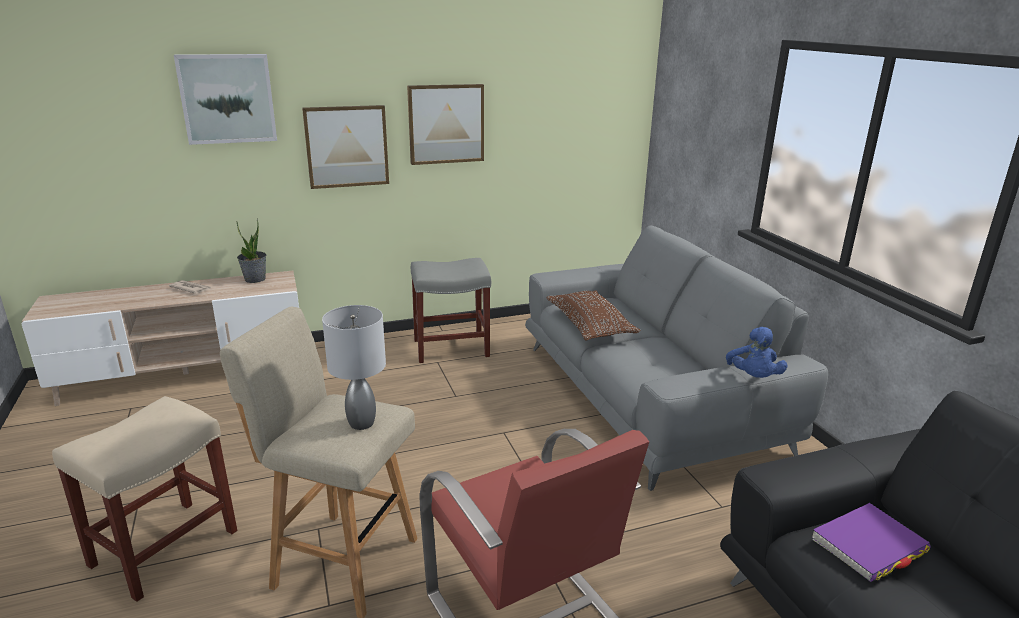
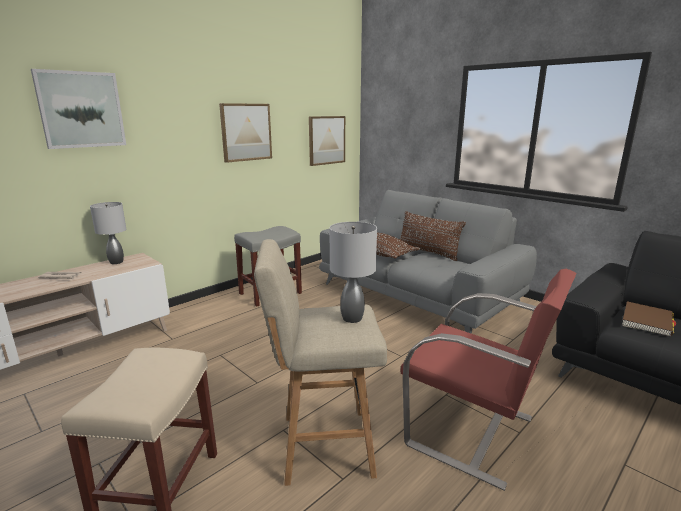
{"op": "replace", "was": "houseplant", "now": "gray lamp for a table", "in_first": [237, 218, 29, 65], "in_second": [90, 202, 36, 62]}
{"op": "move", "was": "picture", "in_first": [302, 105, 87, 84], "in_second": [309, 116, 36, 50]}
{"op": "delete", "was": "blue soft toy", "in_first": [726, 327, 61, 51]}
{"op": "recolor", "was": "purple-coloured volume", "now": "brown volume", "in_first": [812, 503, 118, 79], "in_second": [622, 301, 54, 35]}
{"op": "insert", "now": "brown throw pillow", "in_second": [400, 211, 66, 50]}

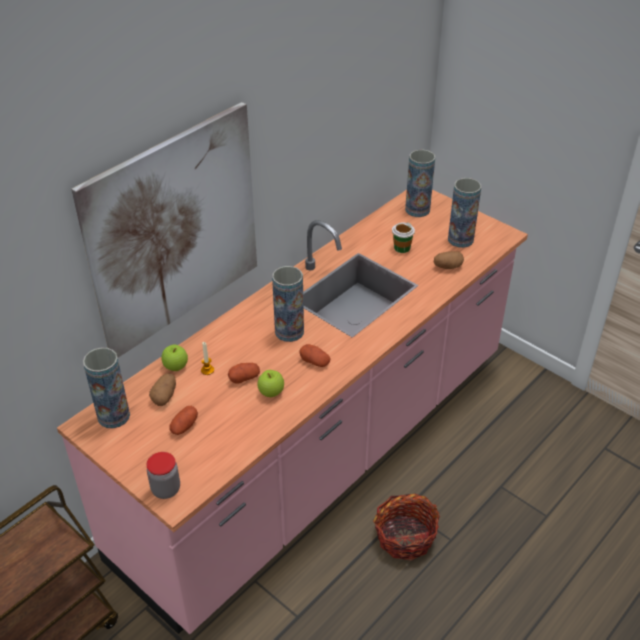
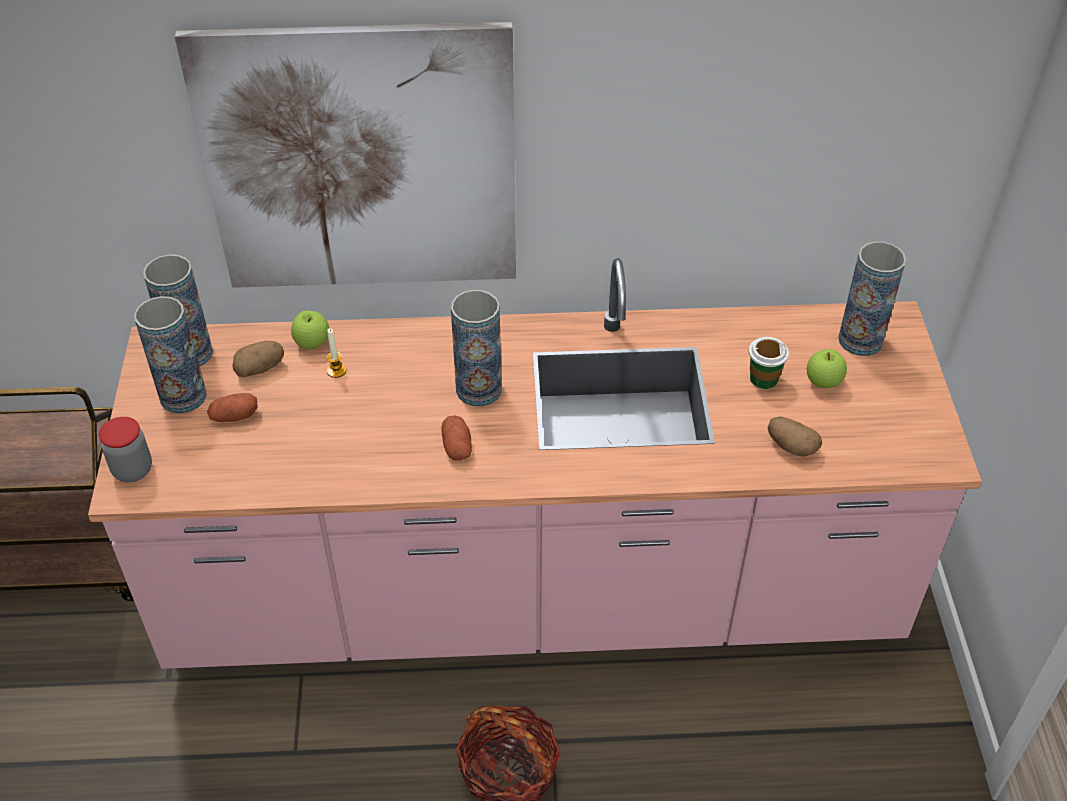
{"op": "delete", "was": "spud", "in_first": [228, 363, 32, 21]}
{"op": "move", "was": "whole apple", "in_first": [257, 370, 27, 27], "in_second": [807, 349, 40, 39]}
{"op": "move", "was": "flower vase", "in_first": [448, 178, 33, 70], "in_second": [134, 296, 73, 118]}

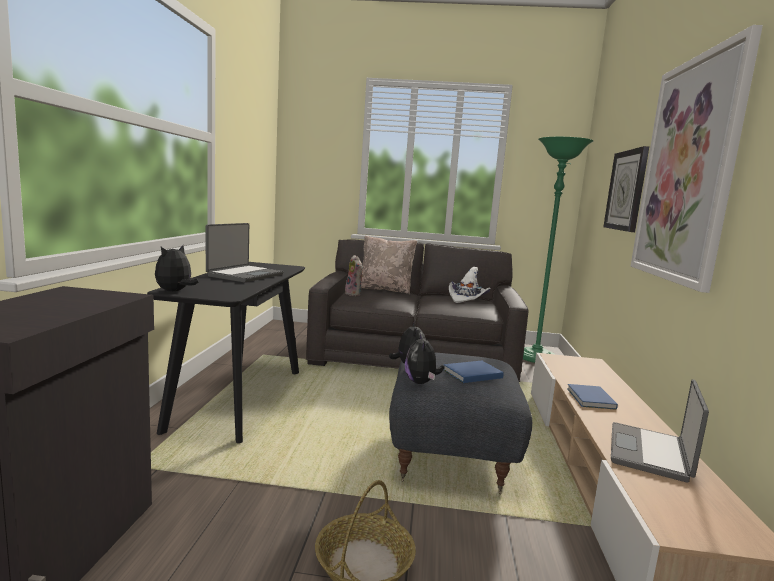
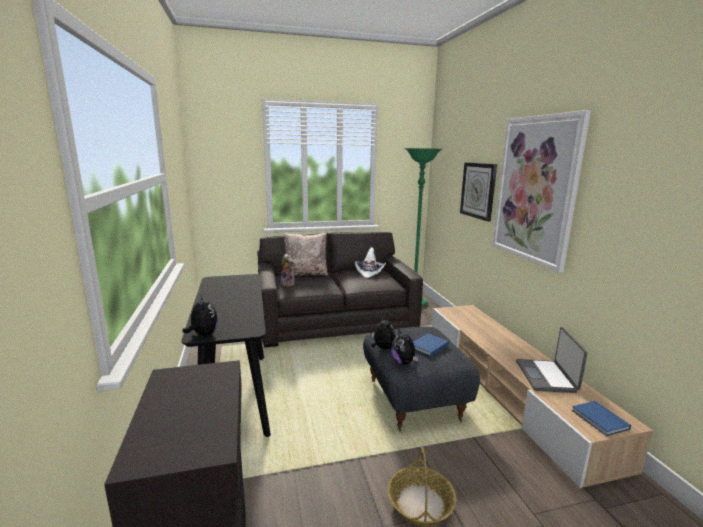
{"op": "rotate", "was": "soft toy", "in_first": [155, 245, 44, 46], "in_second": [182, 294, 36, 42], "clockwise": 150}
{"op": "delete", "was": "notebook computer", "in_first": [206, 223, 78, 59]}
{"op": "move", "was": "blue volume", "in_first": [567, 384, 51, 26], "in_second": [571, 401, 60, 35]}

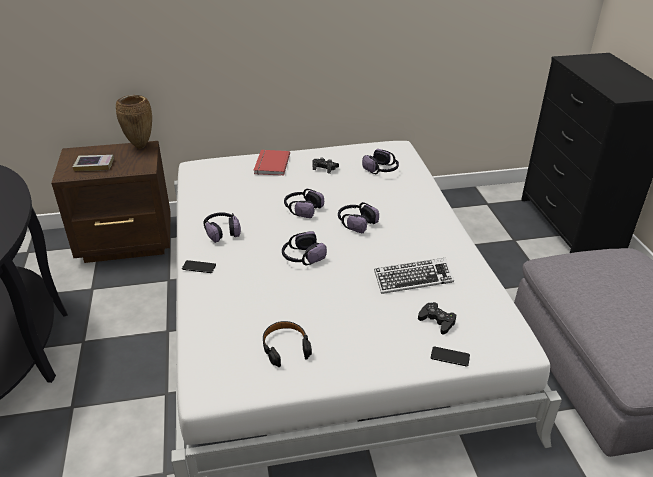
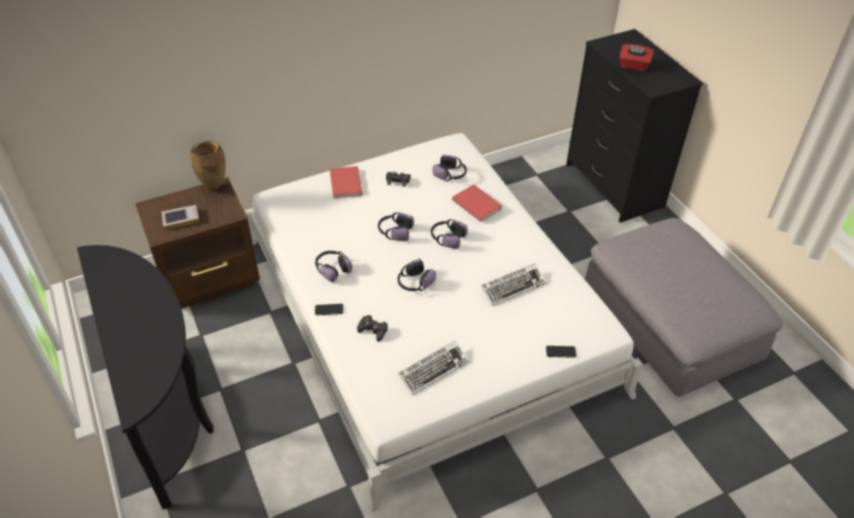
{"op": "replace", "was": "black-coloured pair of headphones", "now": "PC keyboard", "in_first": [263, 321, 49, 46], "in_second": [398, 340, 71, 55]}
{"op": "move", "was": "black-coloured game controller", "in_first": [418, 302, 39, 33], "in_second": [357, 315, 31, 27]}
{"op": "insert", "now": "red-coloured volume", "in_second": [452, 185, 51, 37]}
{"op": "insert", "now": "red-coloured box of tissues", "in_second": [619, 44, 35, 27]}

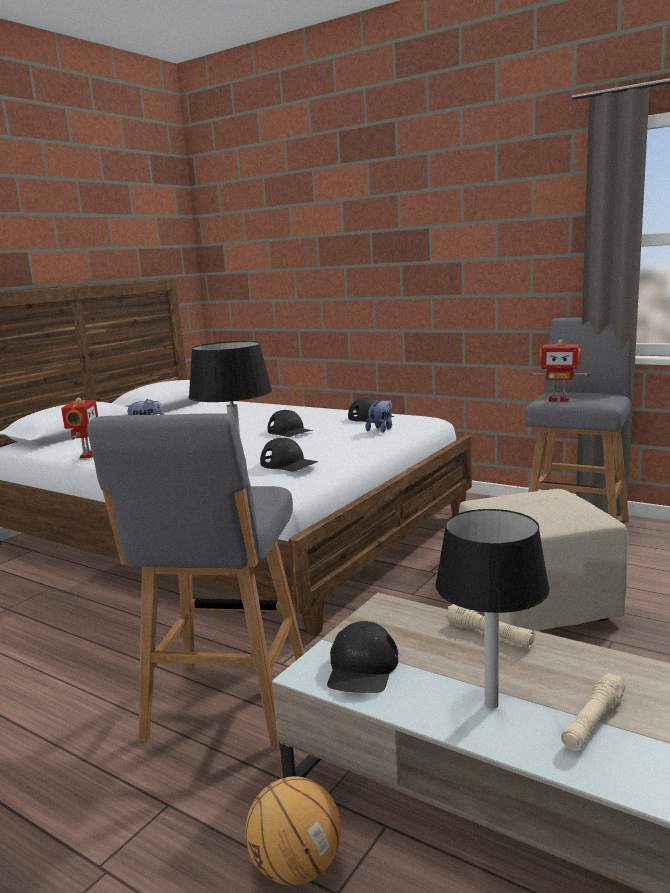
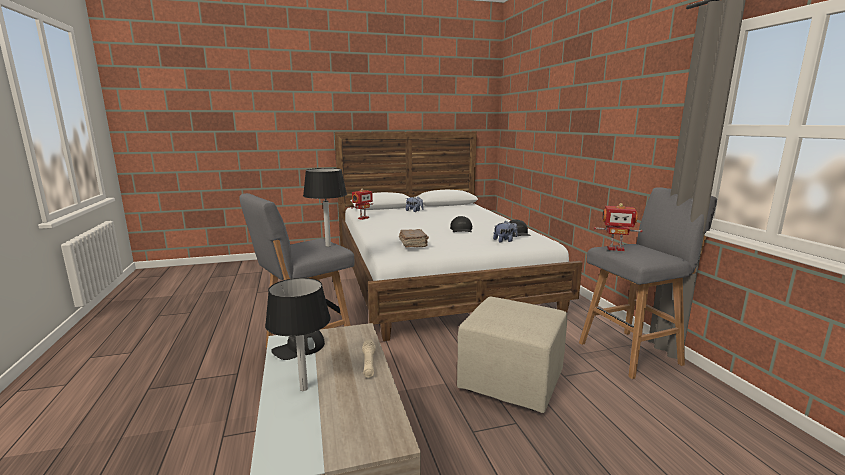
{"op": "delete", "was": "basketball ball", "in_first": [245, 776, 96, 110]}
{"op": "replace", "was": "black-coloured peaked cap", "now": "brown volume", "in_first": [260, 438, 58, 33], "in_second": [399, 229, 30, 19]}
{"op": "rotate", "was": "robot figure", "in_first": [530, 340, 60, 61], "in_second": [594, 203, 49, 48], "clockwise": -45}
{"op": "delete", "was": "beige hand torch", "in_first": [561, 673, 65, 78]}

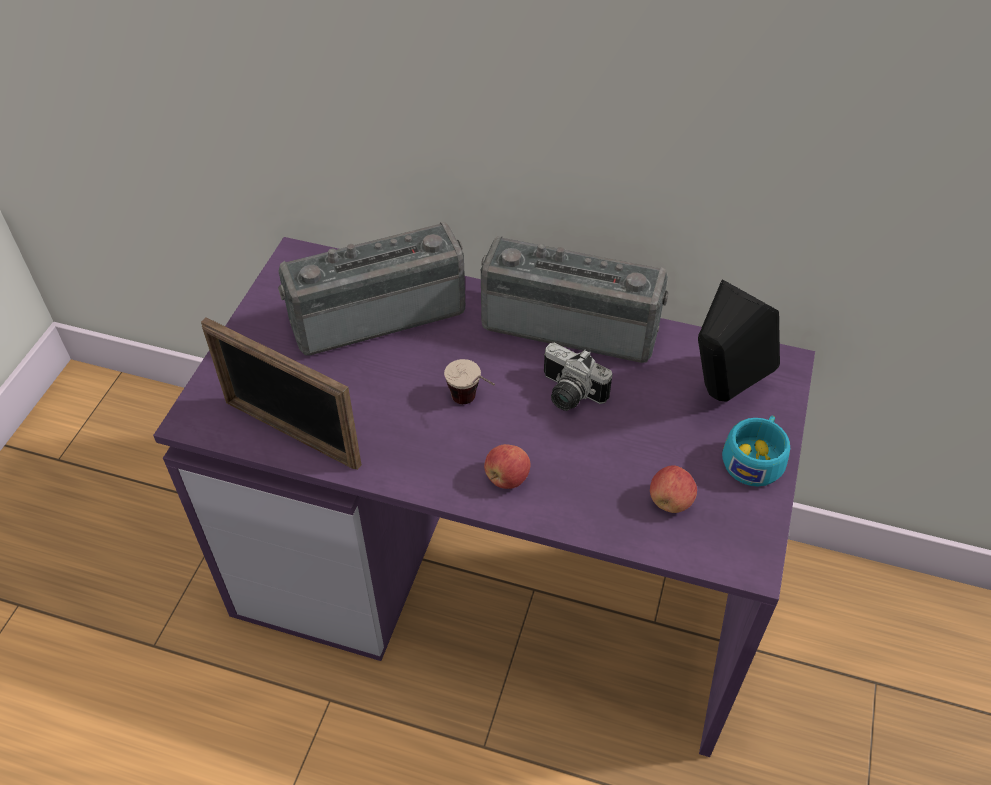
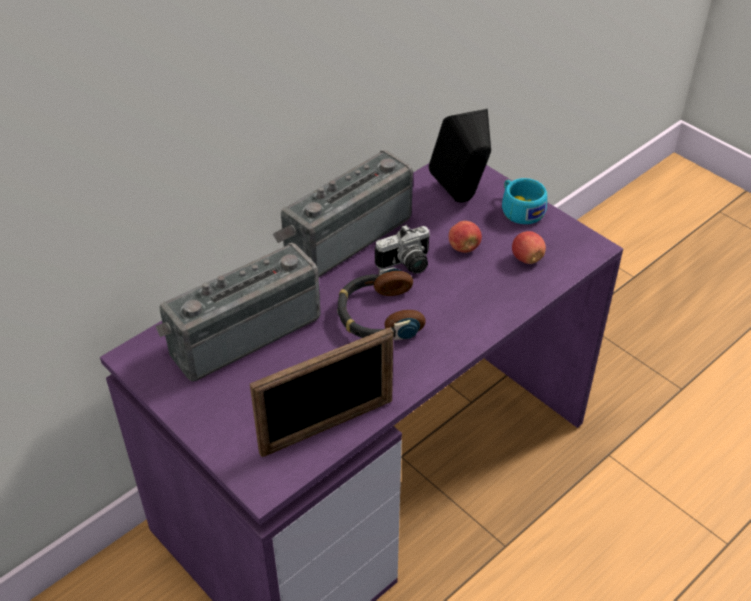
{"op": "rotate", "was": "radio set", "in_first": [278, 222, 187, 133], "in_second": [155, 243, 166, 138], "clockwise": 45}
{"op": "replace", "was": "drinking cup", "now": "pair of headphones", "in_first": [444, 359, 51, 45], "in_second": [337, 267, 89, 73]}
{"op": "move", "was": "whole apple", "in_first": [484, 444, 46, 45], "in_second": [449, 221, 33, 32]}

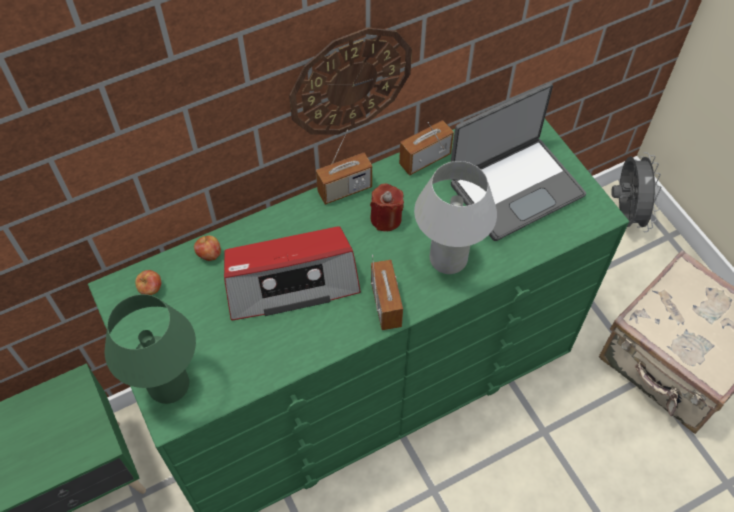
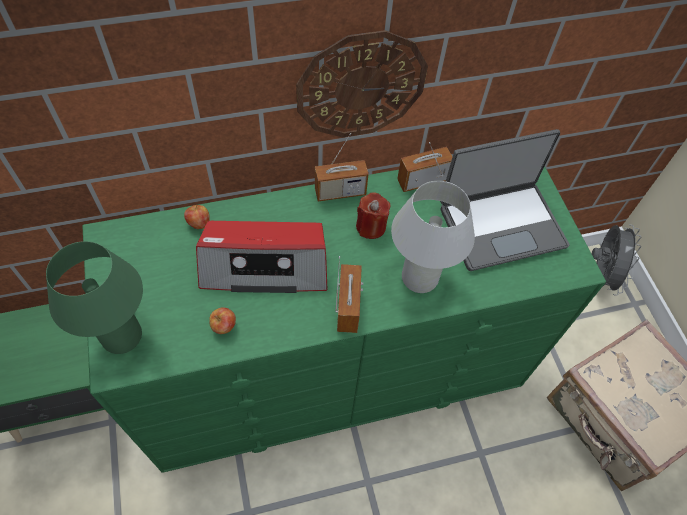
{"op": "move", "was": "whole apple", "in_first": [135, 270, 26, 25], "in_second": [209, 308, 27, 26]}

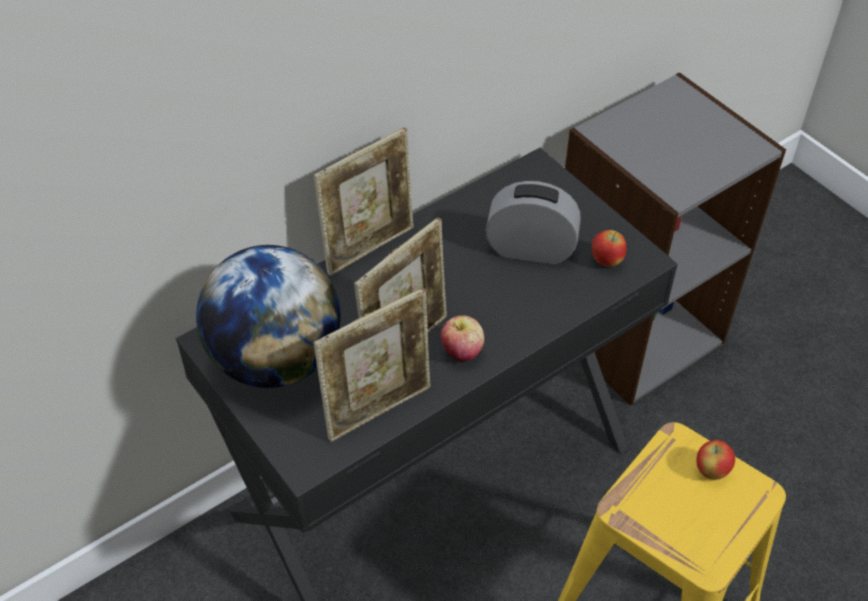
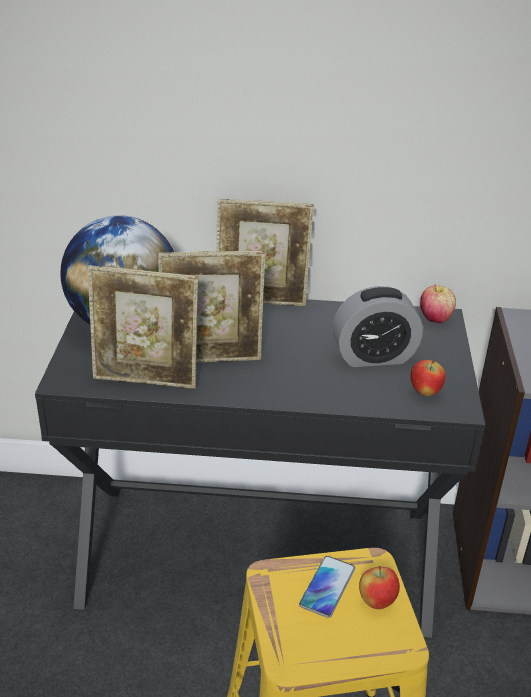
{"op": "move", "was": "whole apple", "in_first": [441, 315, 43, 47], "in_second": [420, 284, 36, 39]}
{"op": "rotate", "was": "bedside clock", "in_first": [486, 181, 95, 83], "in_second": [333, 286, 90, 81], "clockwise": 120}
{"op": "insert", "now": "phone", "in_second": [299, 556, 56, 62]}

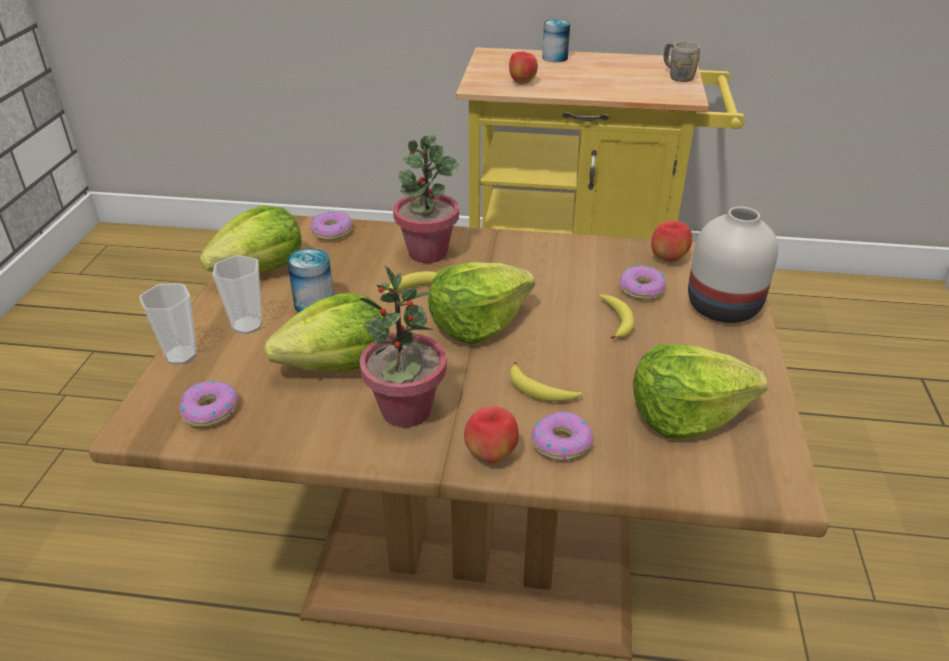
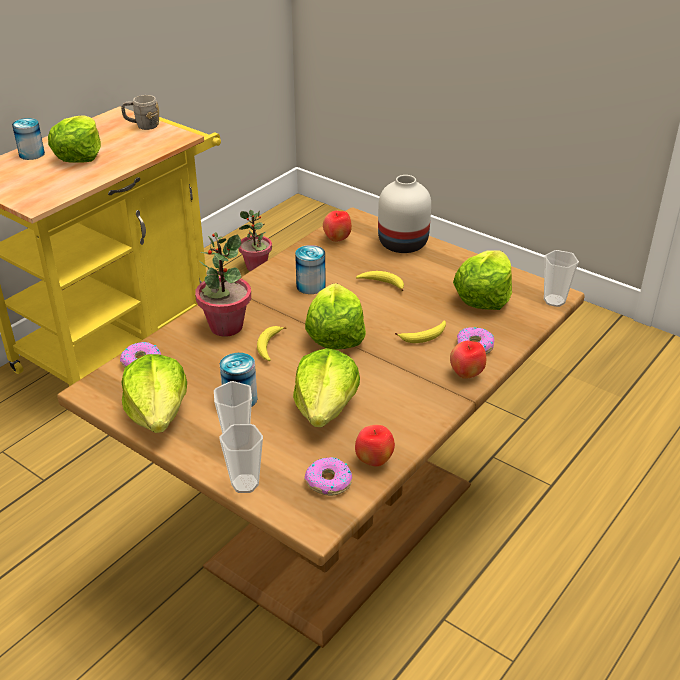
{"op": "move", "was": "houseplant", "in_first": [359, 265, 88, 163], "in_second": [238, 210, 34, 61]}
{"op": "move", "was": "whole apple", "in_first": [509, 52, 29, 32], "in_second": [355, 425, 40, 42]}
{"op": "delete", "was": "ring doughnut", "in_first": [619, 264, 47, 36]}
{"op": "insert", "now": "lettuce", "in_second": [48, 115, 53, 48]}
{"op": "insert", "now": "metal can", "in_second": [295, 245, 31, 49]}
{"op": "insert", "now": "drinking cup", "in_second": [544, 250, 35, 57]}

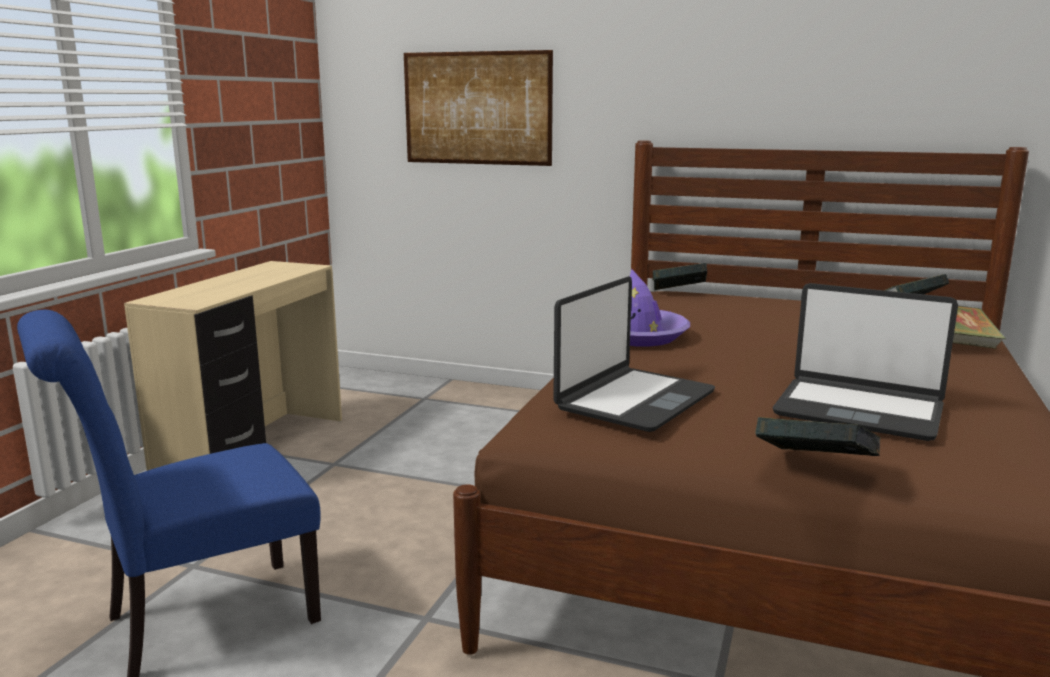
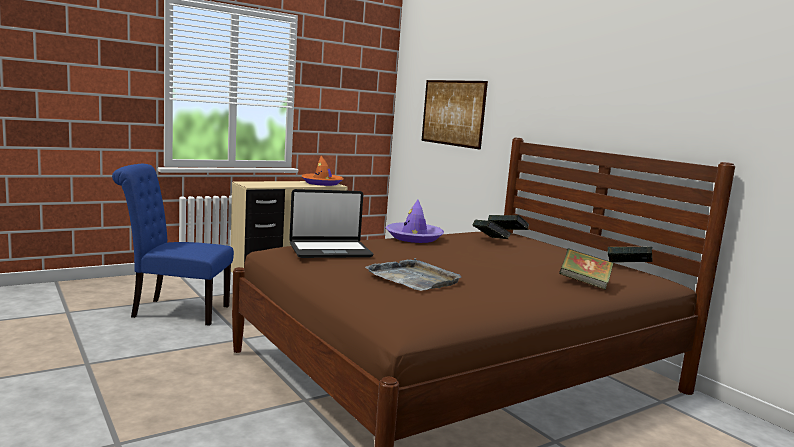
{"op": "move", "was": "volume", "in_first": [756, 417, 125, 39], "in_second": [473, 220, 39, 19]}
{"op": "replace", "was": "notebook computer", "now": "gray serving tray", "in_first": [773, 283, 185, 158], "in_second": [365, 258, 96, 33]}
{"op": "insert", "now": "orange clothing hat", "in_second": [302, 156, 41, 30]}

